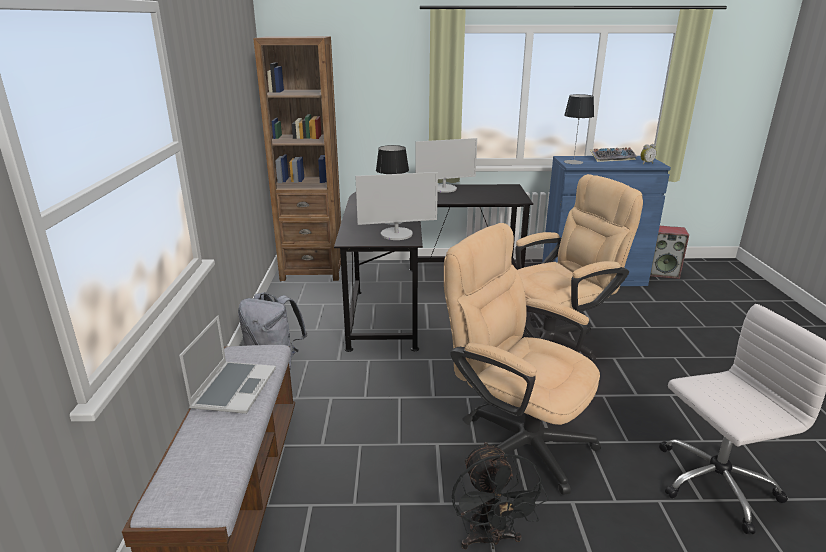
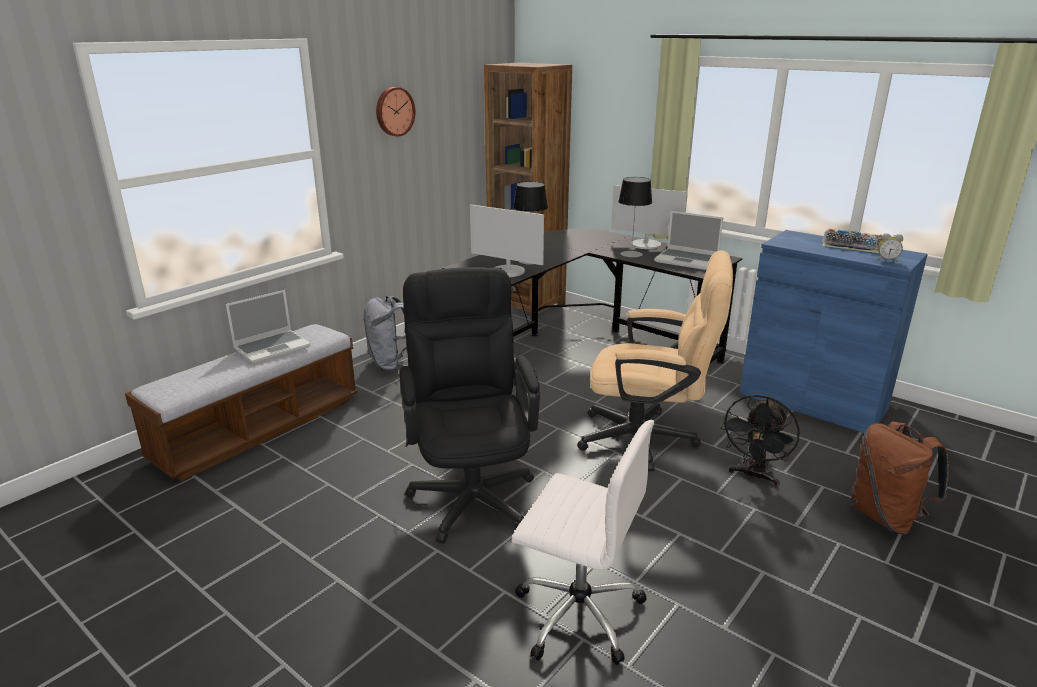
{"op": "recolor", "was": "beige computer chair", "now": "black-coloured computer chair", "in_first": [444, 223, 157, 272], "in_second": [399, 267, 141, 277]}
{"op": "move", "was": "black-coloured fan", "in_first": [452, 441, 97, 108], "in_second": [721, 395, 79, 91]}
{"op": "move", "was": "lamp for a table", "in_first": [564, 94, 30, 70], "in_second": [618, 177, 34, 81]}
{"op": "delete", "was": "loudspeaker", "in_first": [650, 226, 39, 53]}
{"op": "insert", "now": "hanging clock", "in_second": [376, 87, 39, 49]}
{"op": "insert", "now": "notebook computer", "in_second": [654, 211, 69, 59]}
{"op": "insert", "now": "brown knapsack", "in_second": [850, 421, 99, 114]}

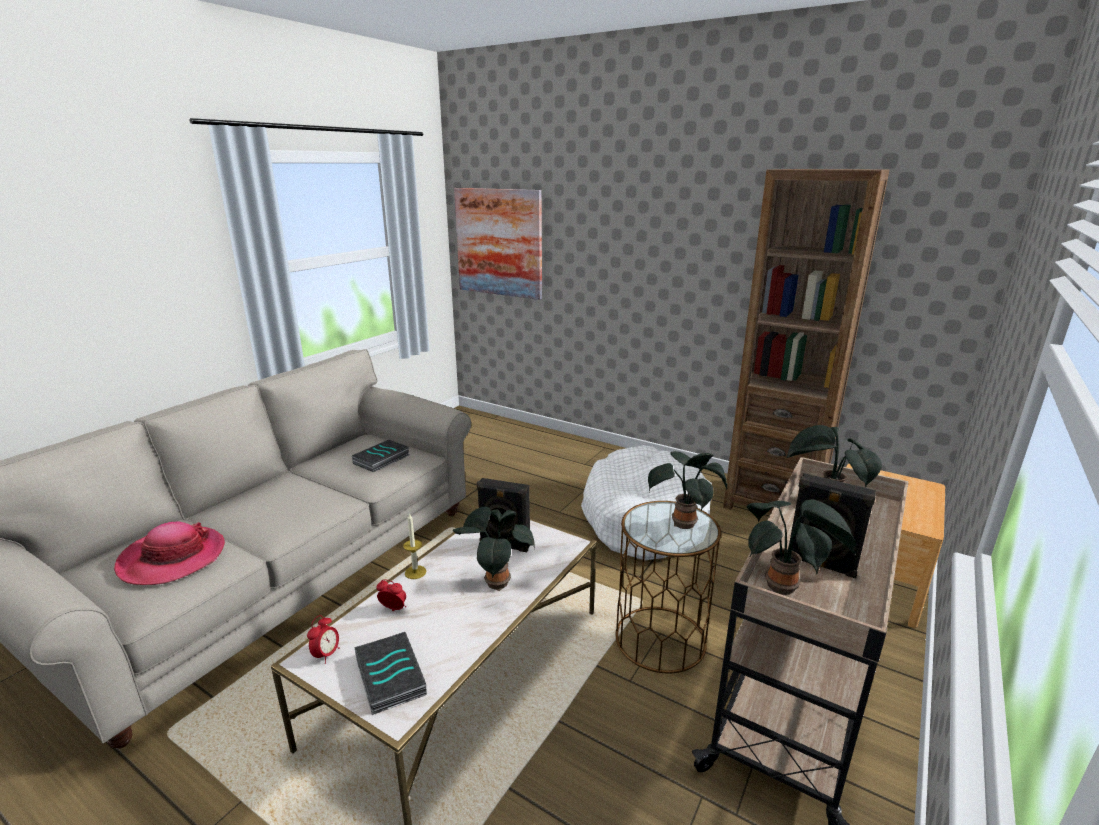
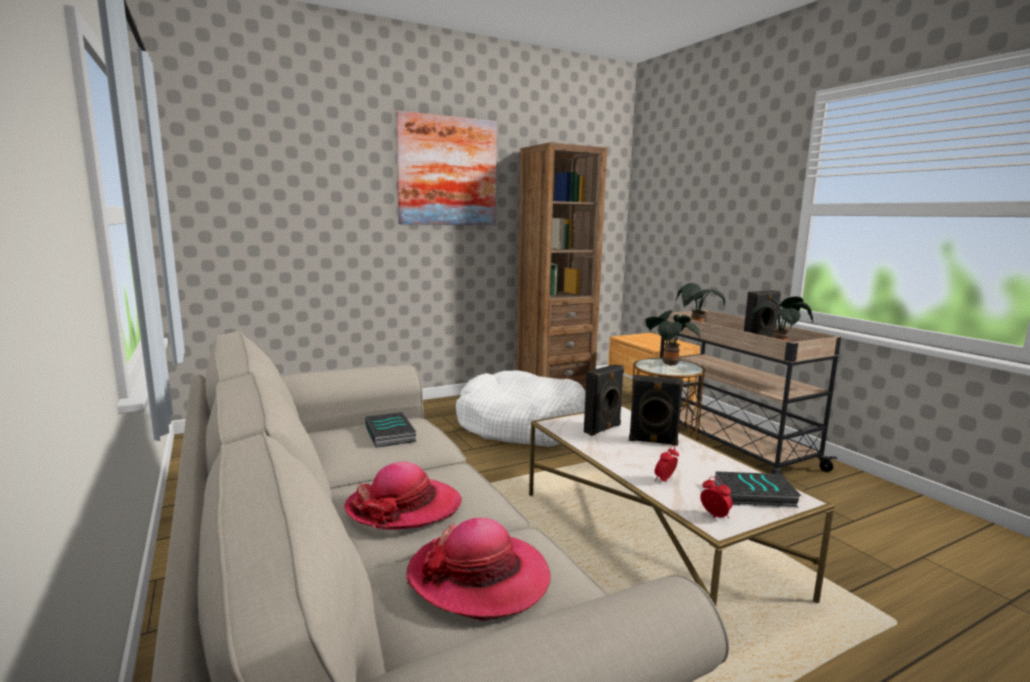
{"op": "delete", "was": "candle", "in_first": [403, 513, 23, 66]}
{"op": "replace", "was": "houseplant", "now": "black-coloured loudspeaker", "in_first": [453, 507, 82, 84], "in_second": [629, 375, 55, 71]}
{"op": "move", "was": "picture", "in_first": [454, 188, 88, 112], "in_second": [396, 111, 101, 114]}
{"op": "insert", "now": "clothing hat", "in_second": [344, 461, 118, 69]}

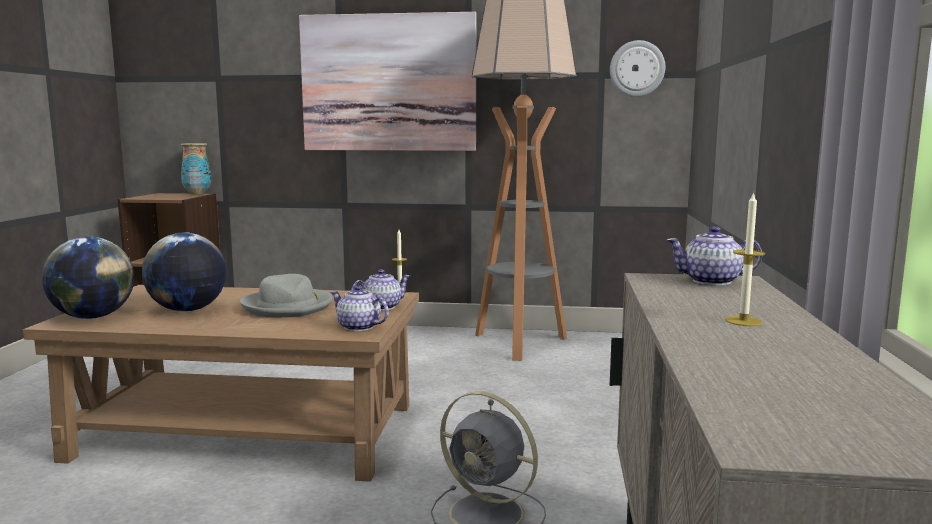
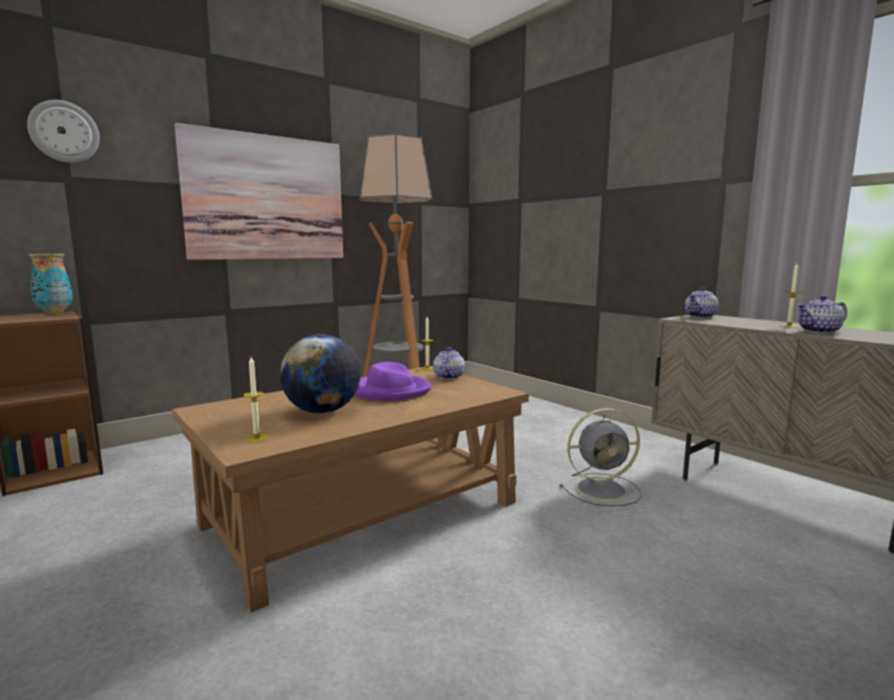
{"op": "replace", "was": "globe", "now": "candle", "in_first": [42, 237, 92, 82], "in_second": [243, 357, 26, 86]}
{"op": "recolor", "was": "gray clothing hat", "now": "purple-coloured clothing hat", "in_first": [240, 274, 93, 44], "in_second": [355, 362, 76, 39]}
{"op": "move", "was": "pot for tea", "in_first": [330, 285, 59, 46], "in_second": [797, 295, 50, 38]}
{"op": "move", "was": "hanging clock", "in_first": [610, 40, 55, 57], "in_second": [27, 100, 73, 63]}

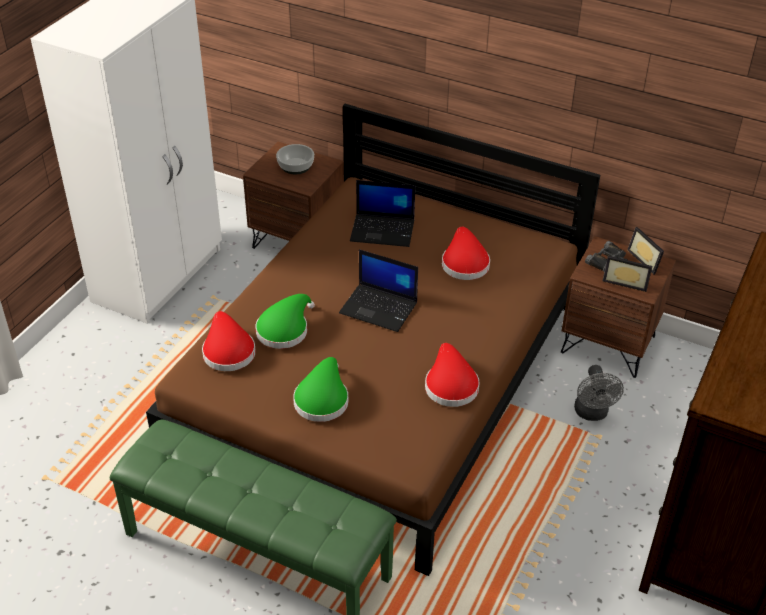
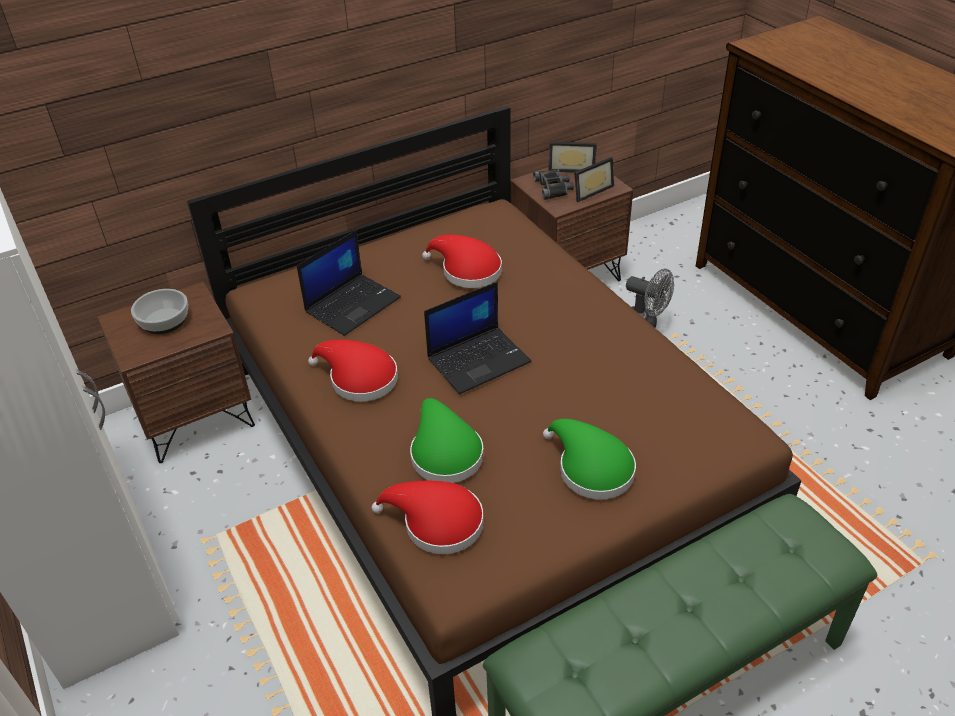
{"op": "move", "was": "red-coloured clothing hat", "in_first": [425, 343, 55, 64], "in_second": [308, 340, 90, 62]}

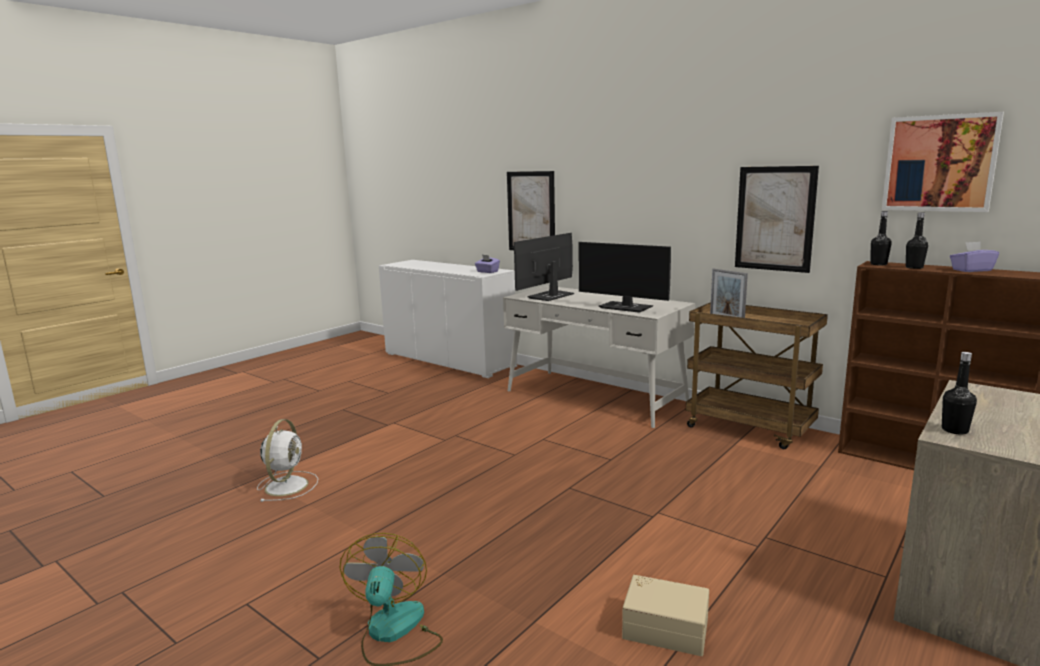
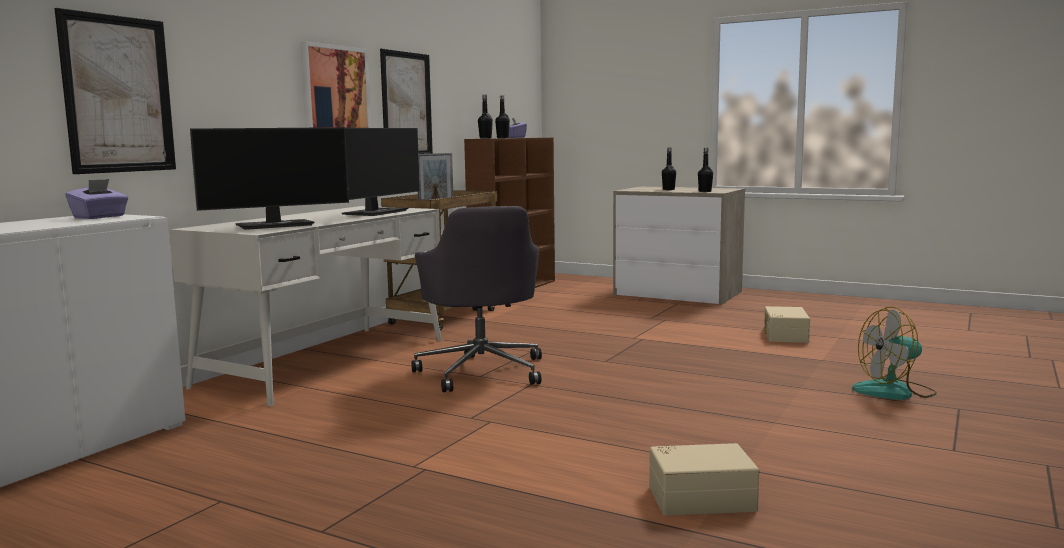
{"op": "replace", "was": "white-coloured fan", "now": "beige storage box", "in_first": [257, 419, 61, 83], "in_second": [649, 443, 110, 73]}
{"op": "rotate", "was": "computer screen", "in_first": [514, 233, 60, 68], "in_second": [190, 127, 159, 103], "clockwise": -60}
{"op": "move", "was": "picture", "in_first": [882, 112, 122, 100], "in_second": [300, 41, 71, 87]}
{"op": "insert", "now": "gray computer chair", "in_second": [411, 206, 131, 186]}
{"op": "insert", "now": "black-coloured drink bottle", "in_second": [662, 148, 14, 42]}

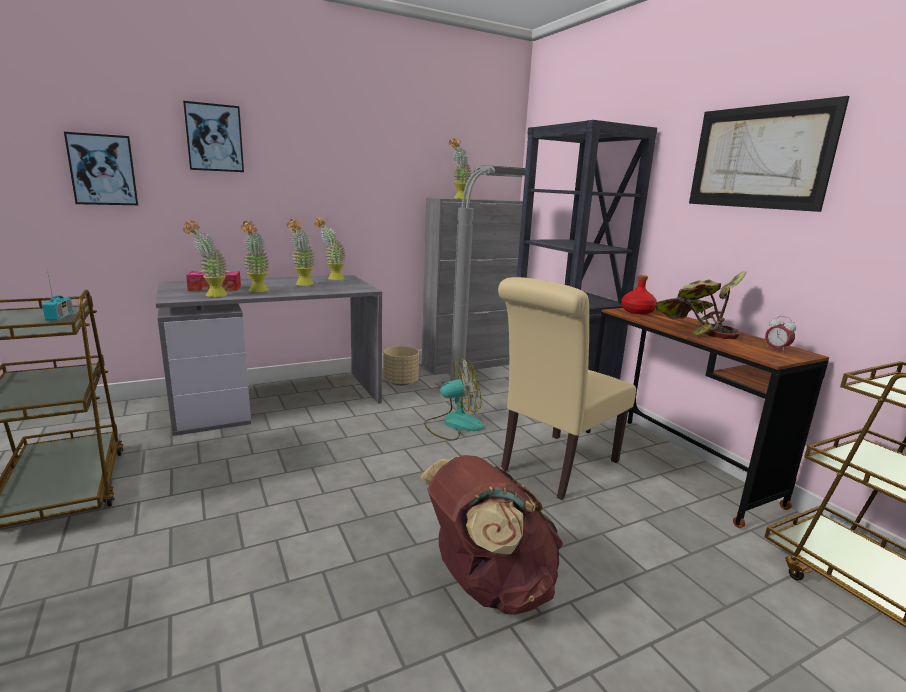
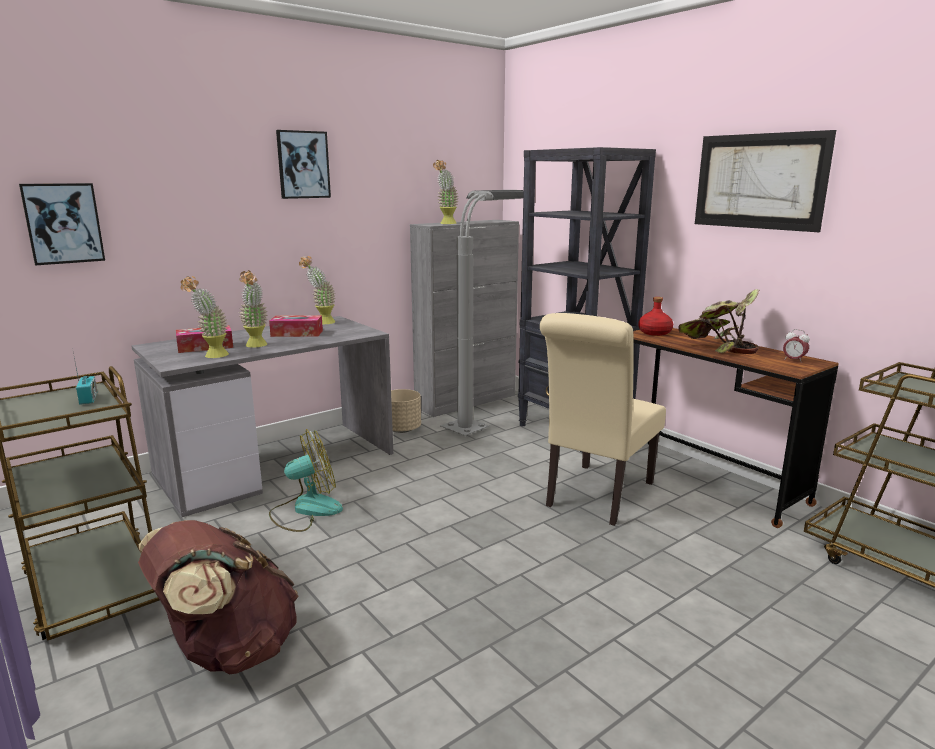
{"op": "move", "was": "picture", "in_first": [183, 101, 61, 71], "in_second": [276, 130, 55, 69]}
{"op": "replace", "was": "houseplant", "now": "box of tissues", "in_first": [287, 219, 28, 67], "in_second": [269, 315, 54, 22]}
{"op": "move", "was": "brown knapsack", "in_first": [420, 455, 143, 160], "in_second": [138, 520, 161, 154]}
{"op": "move", "was": "fan", "in_first": [424, 358, 60, 83], "in_second": [269, 429, 74, 103]}

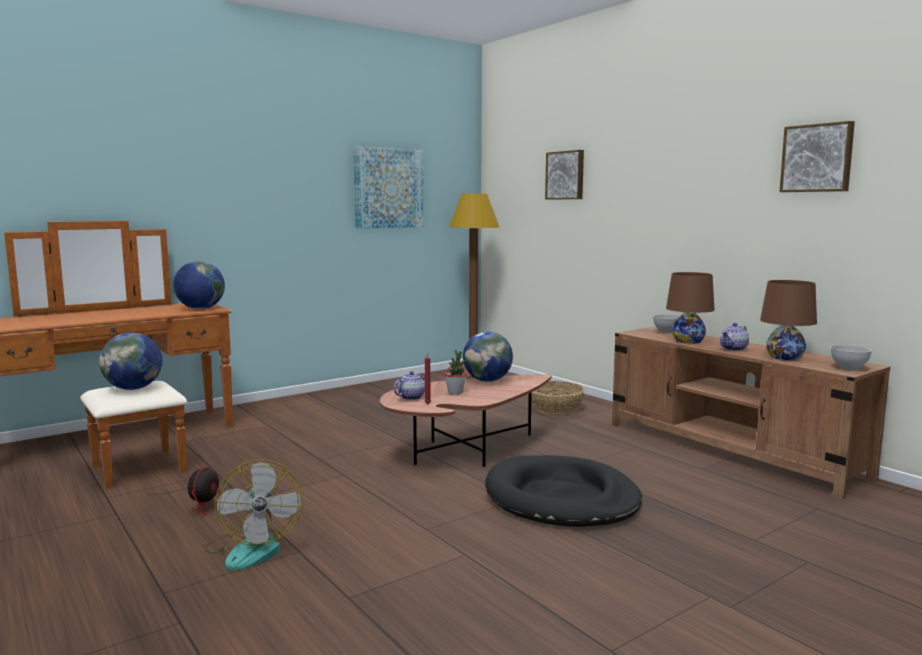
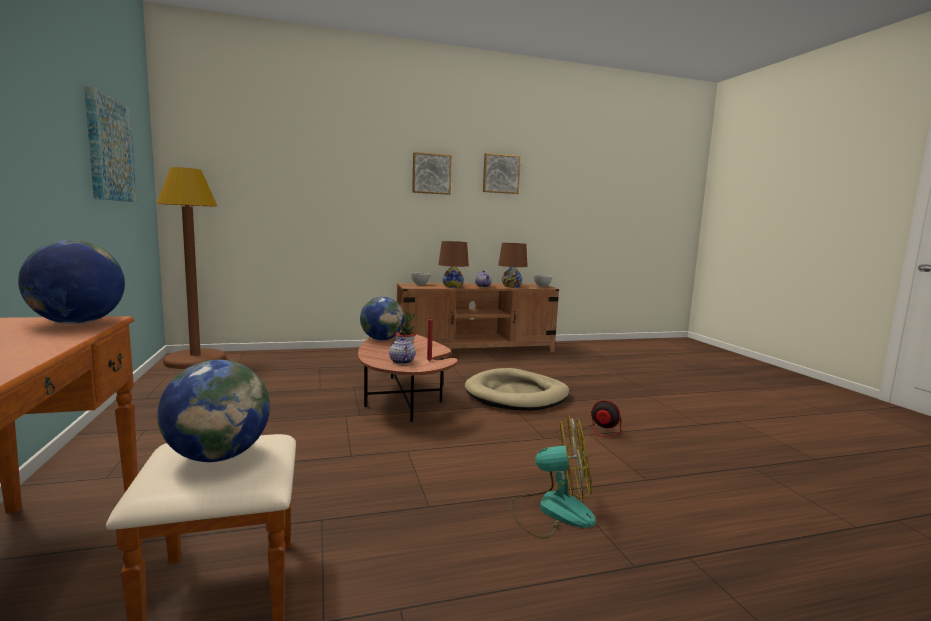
{"op": "move", "was": "fan", "in_first": [151, 467, 70, 49], "in_second": [555, 400, 66, 50]}
{"op": "recolor", "was": "black-coloured dog cushion", "now": "beige dog cushion", "in_first": [485, 455, 157, 72], "in_second": [465, 368, 104, 43]}
{"op": "delete", "was": "basket", "in_first": [531, 381, 54, 33]}
{"op": "move", "was": "picture", "in_first": [545, 150, 39, 50], "in_second": [412, 152, 40, 43]}

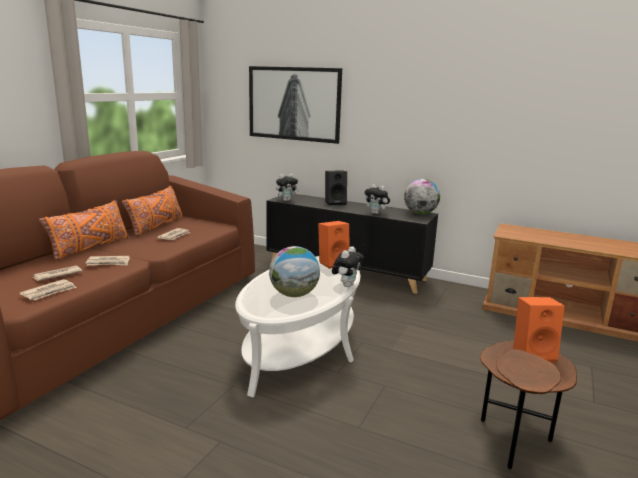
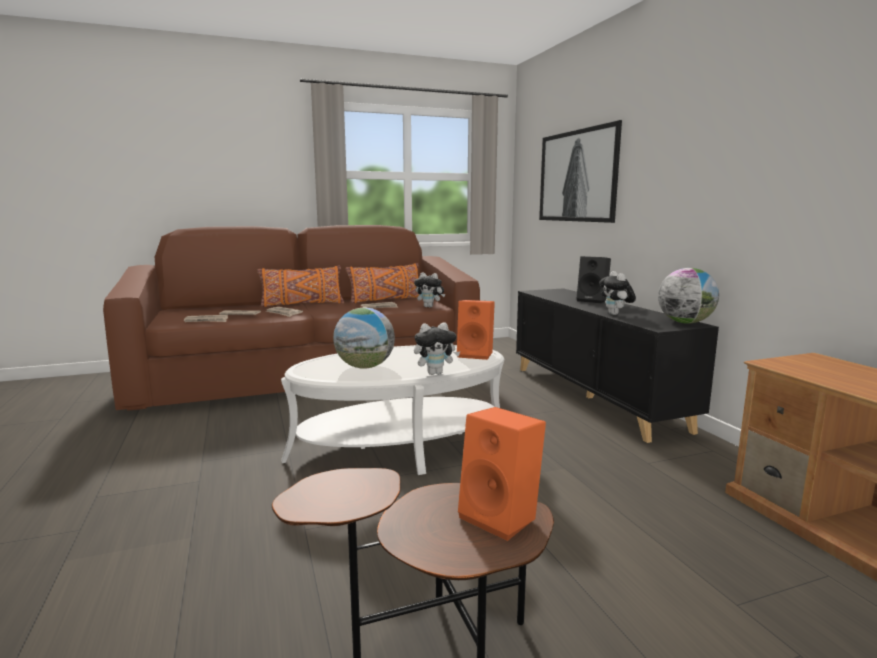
{"op": "move", "was": "soft toy", "in_first": [276, 174, 24, 27], "in_second": [414, 272, 31, 35]}

